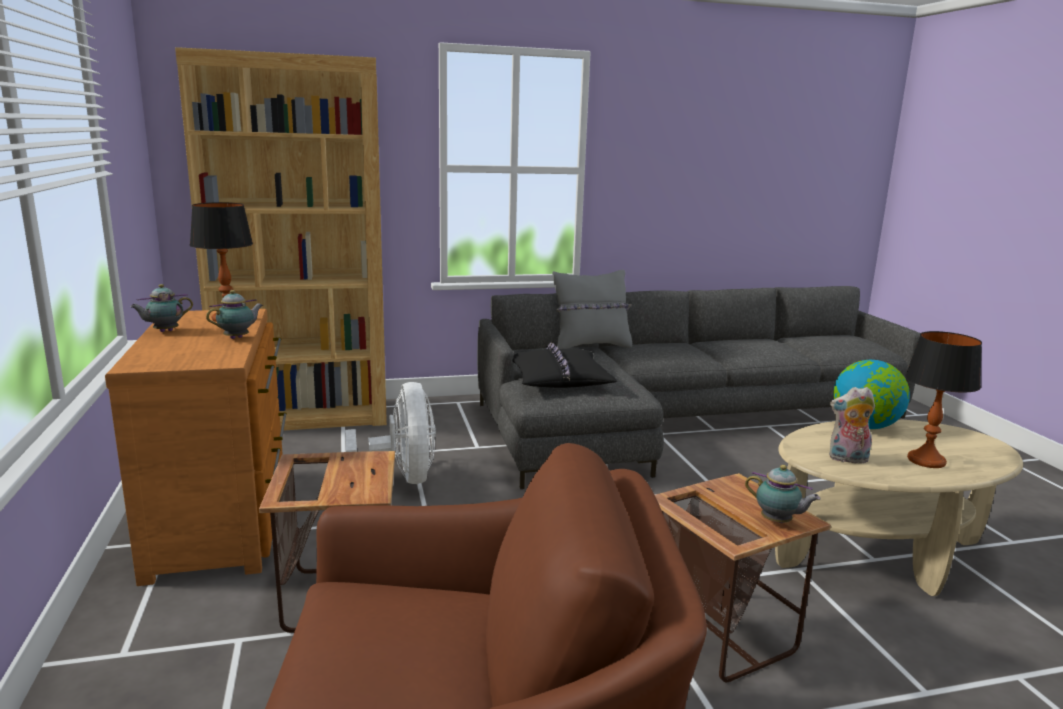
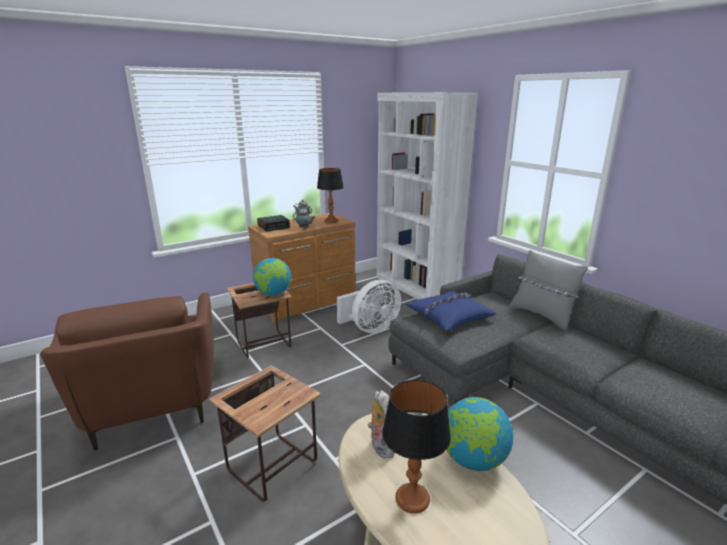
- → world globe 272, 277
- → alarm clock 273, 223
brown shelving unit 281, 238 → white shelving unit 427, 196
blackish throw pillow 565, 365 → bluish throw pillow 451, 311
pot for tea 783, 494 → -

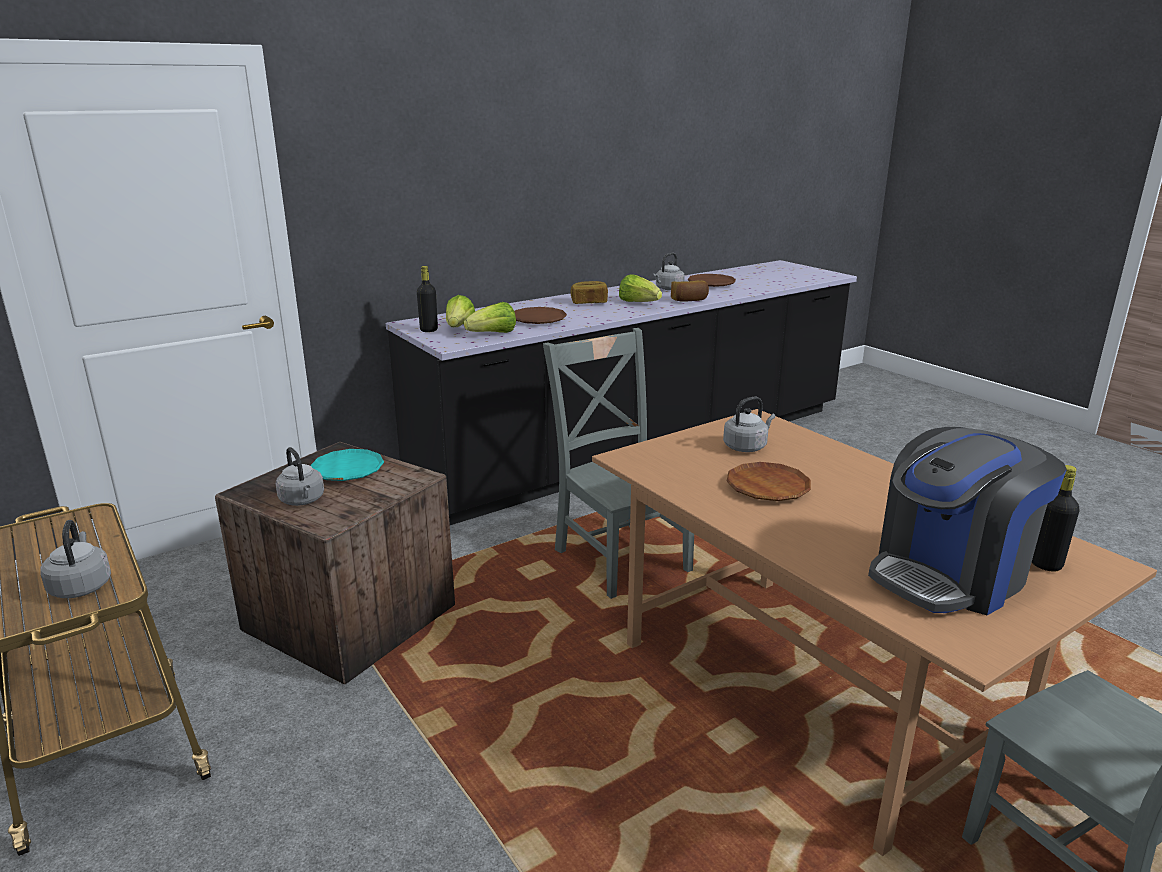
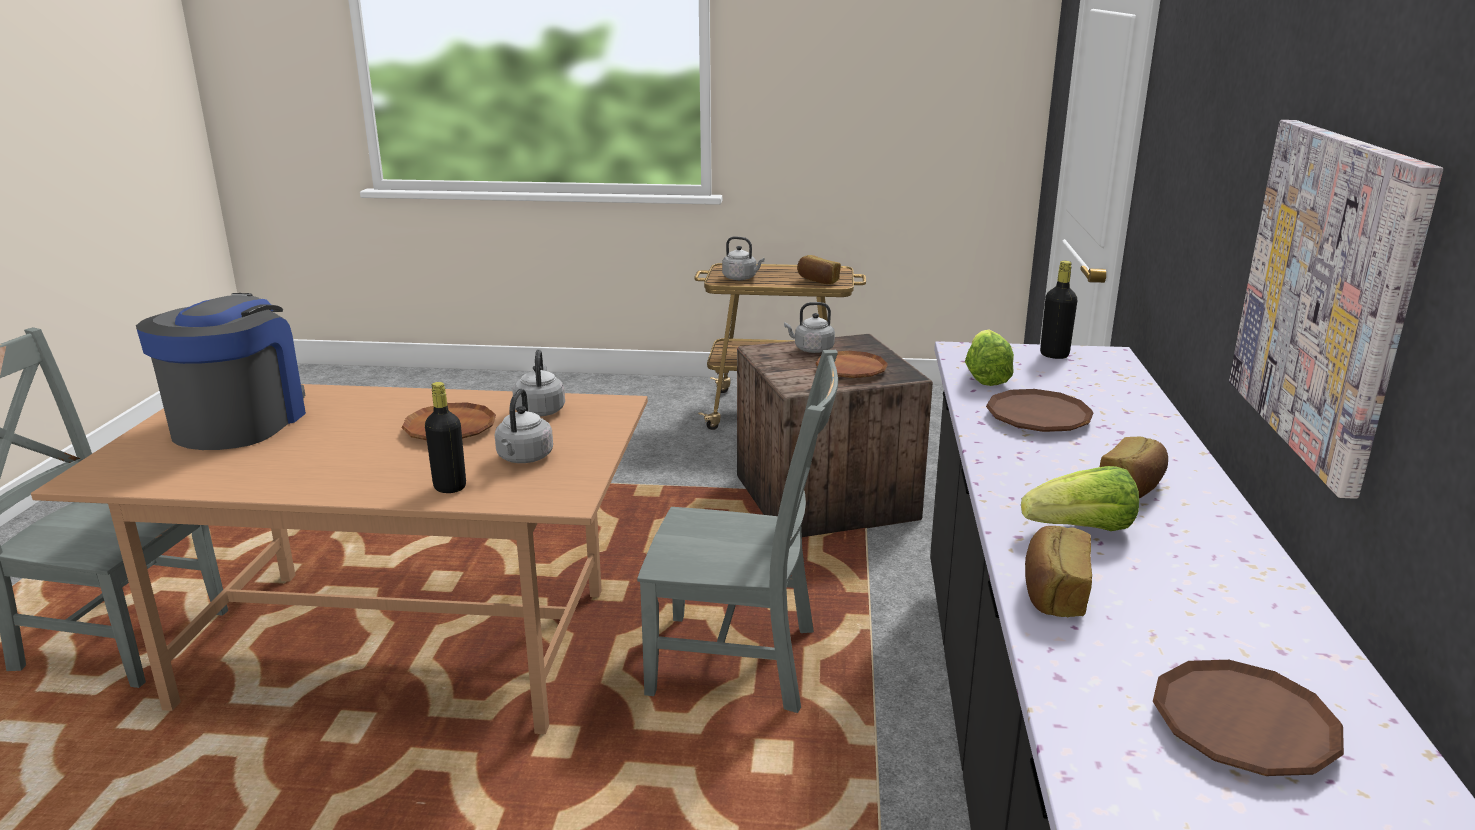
blackish drink bottle 1055, 518 → blackish drink bottle 445, 437, relocated
gray water kettle 669, 271 → gray water kettle 538, 383, relocated
- → bakery bread 819, 269
blue-green dinner plate 347, 465 → brown dinner plate 851, 364
- → wall picture 1336, 309
lettuce head 460, 311 → -

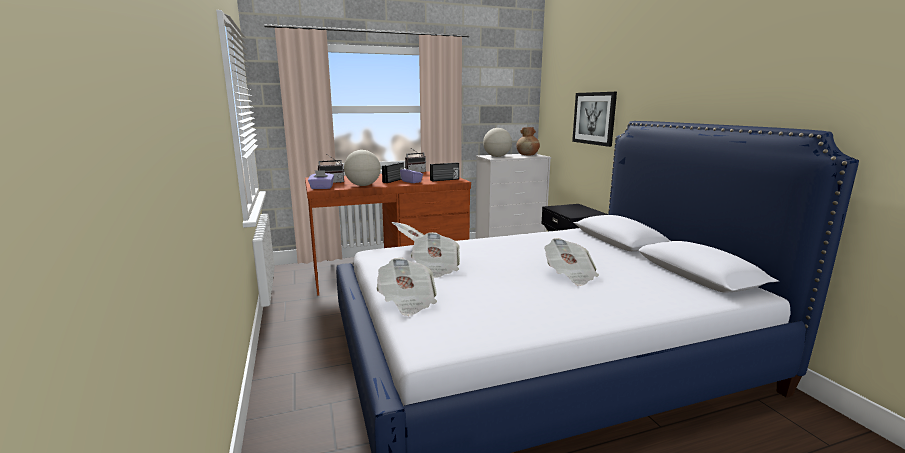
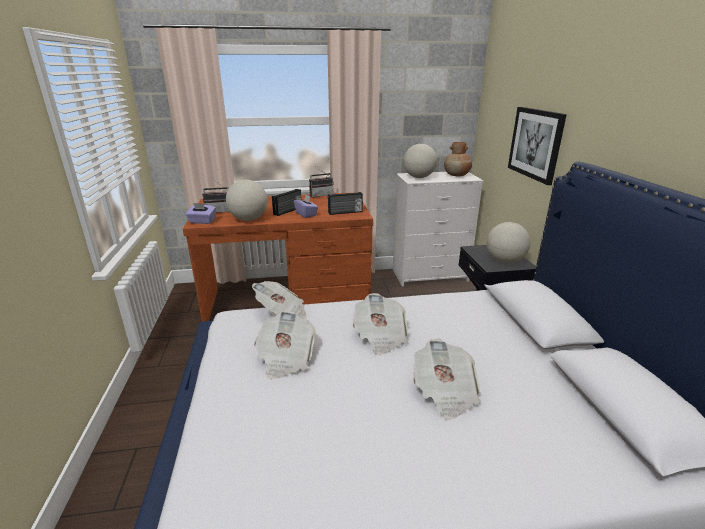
newspaper 407, 287 → newspaper 380, 324, relocated
- → world globe 508, 242

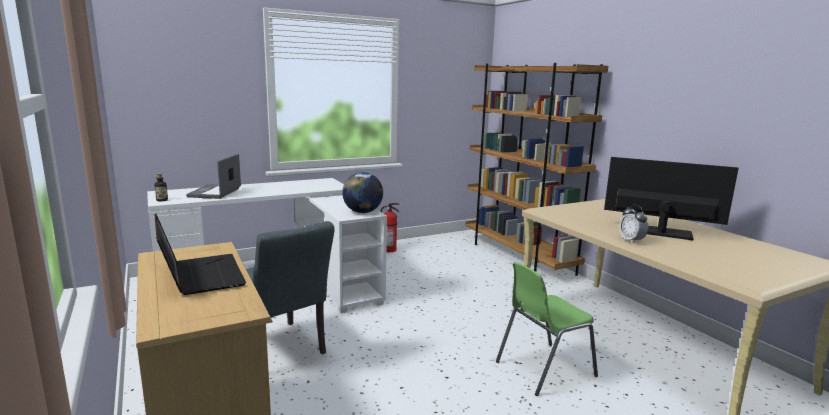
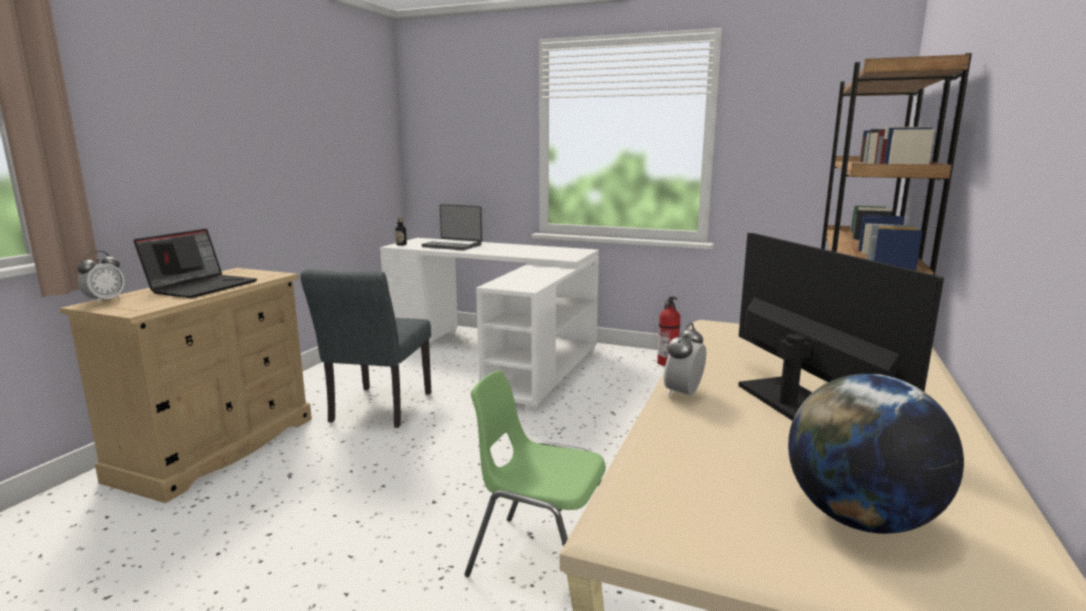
- → alarm clock 101, 277
laptop 213, 176 → laptop 452, 227, 120 degrees counterclockwise
world globe 362, 192 → world globe 876, 454, relocated

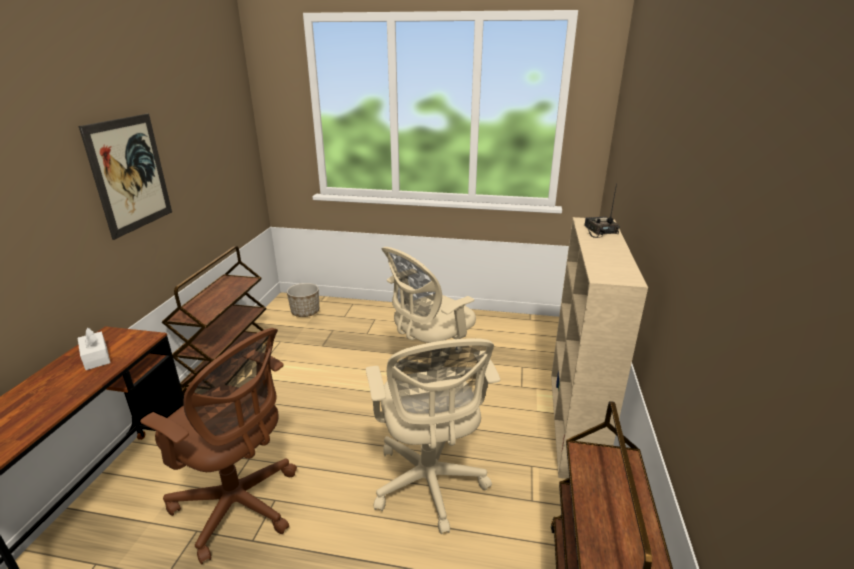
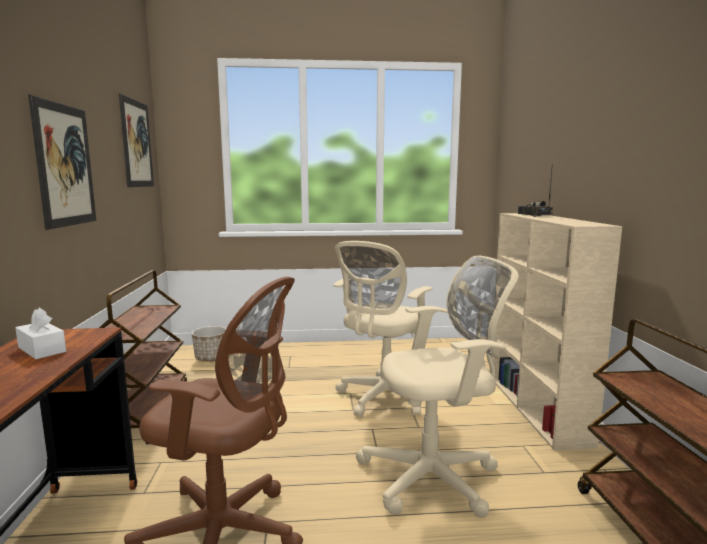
- → wall picture 136, 140
beige-coloured office chair 433, 436 → beige-coloured office chair 437, 387, 75 degrees counterclockwise

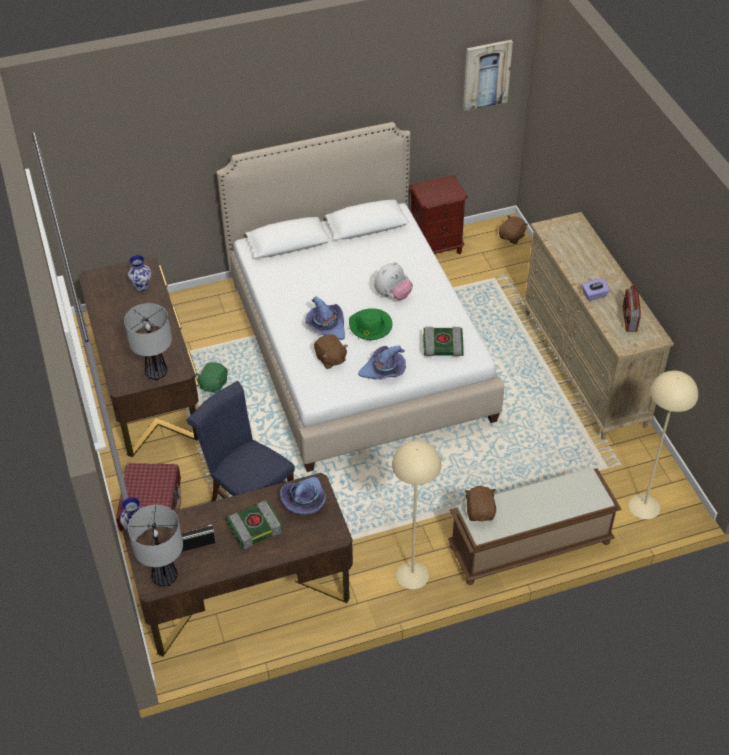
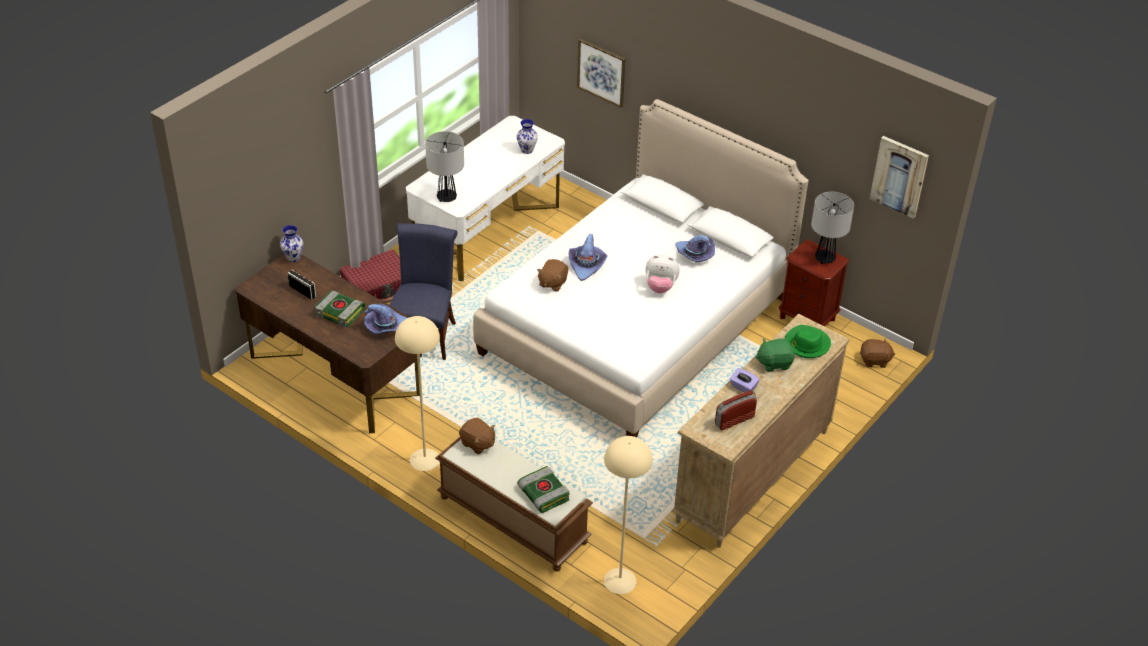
brown desk table 138, 357 → white desk table 485, 198
brown plush toy 480, 503 → brown plush toy 477, 436, 75 degrees clockwise
book 443, 341 → book 543, 489, relocated
- → wall picture 601, 73
purplish clothing hat 382, 362 → purplish clothing hat 695, 248, relocated
green plush toy 212, 377 → green plush toy 775, 355, relocated
green clothing hat 370, 324 → green clothing hat 808, 341, relocated
lamp for a table 155, 545 → lamp for a table 832, 228, relocated

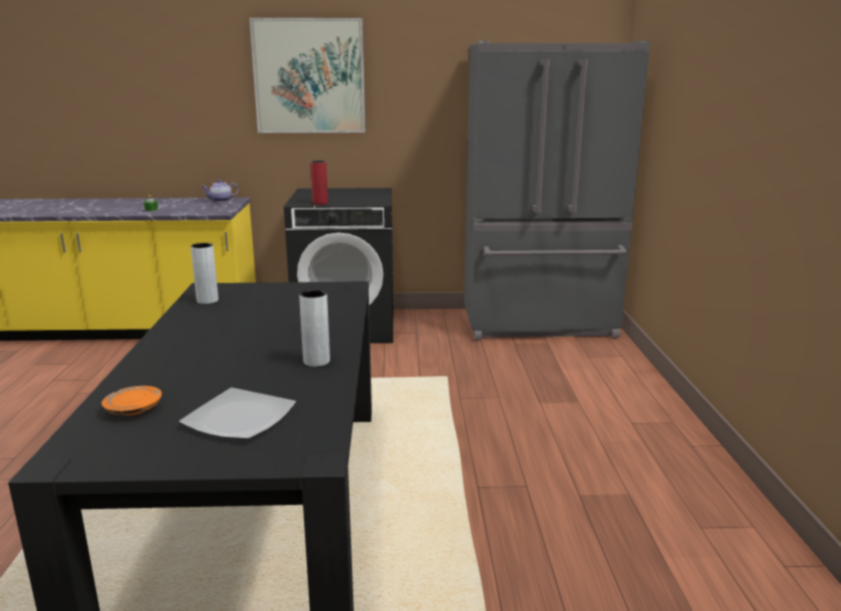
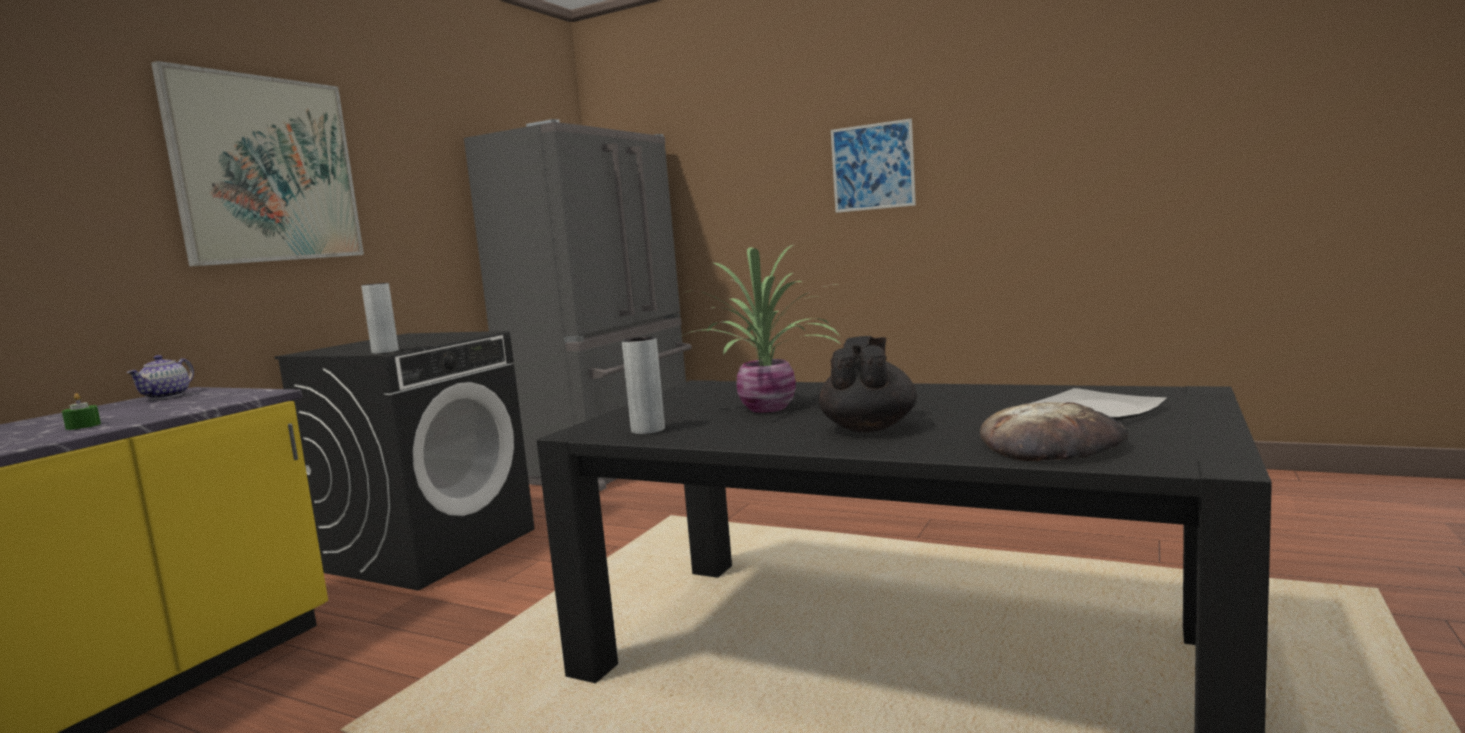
gray vase 314, 328 → gray vase 380, 318, relocated
- → plant in a pot 757, 328
- → blackish pot for tea 868, 384
- → wall picture 873, 165
orange dinner plate 132, 400 → bakery bread 1054, 431
reddish vase 319, 182 → -

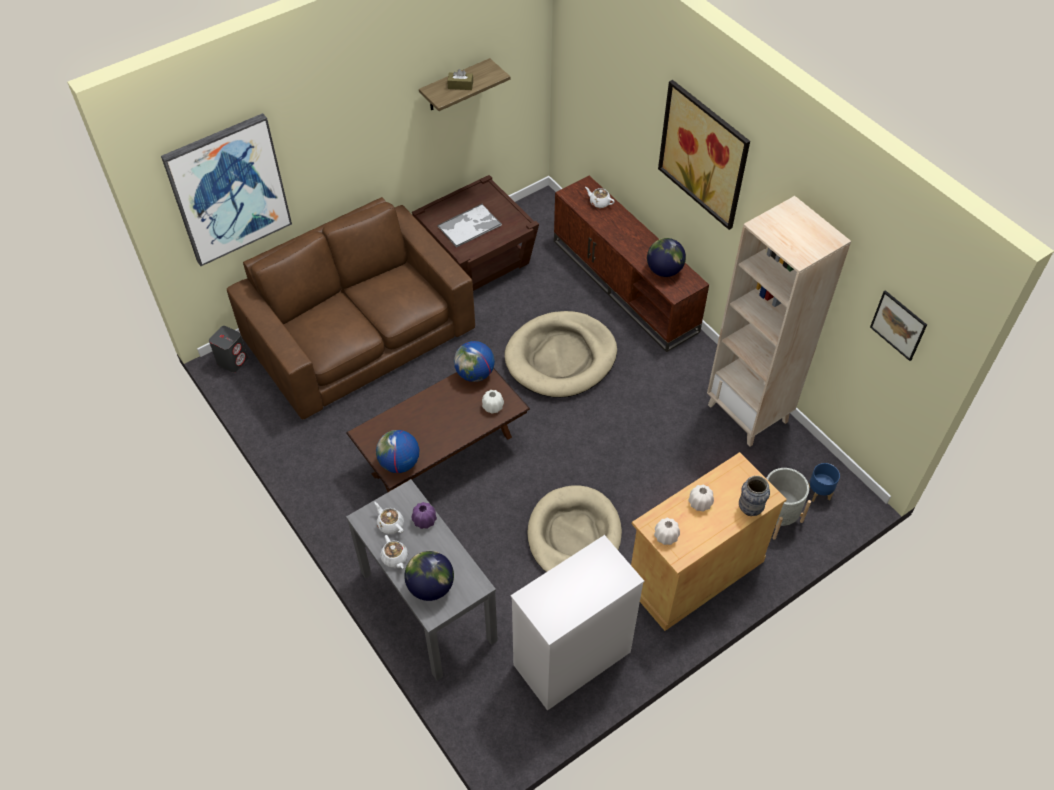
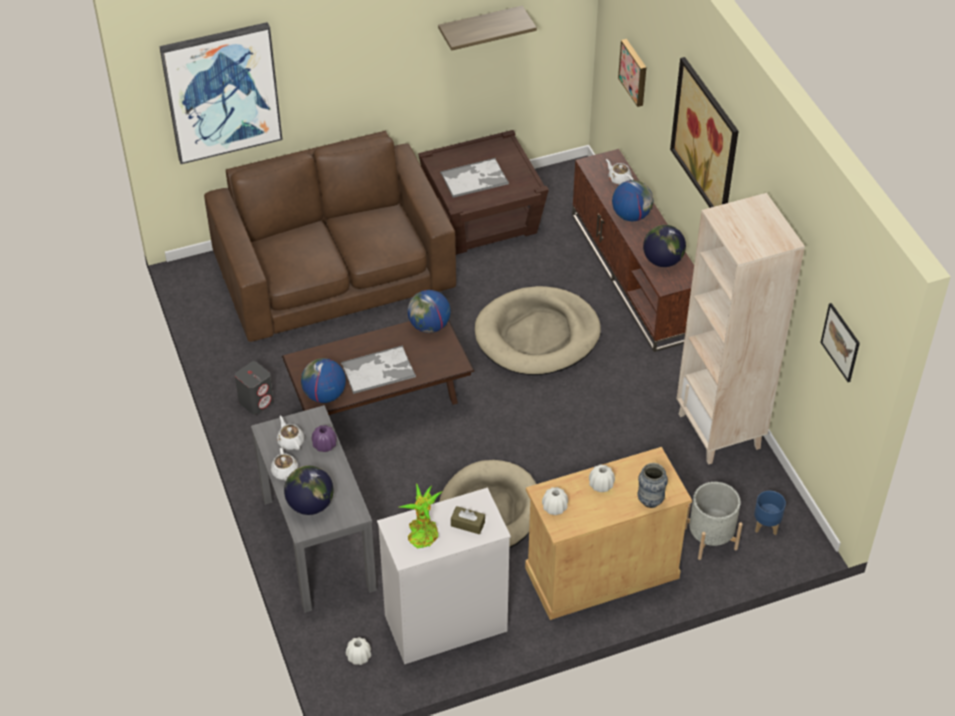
gray speaker 228, 349 → gray speaker 254, 388, relocated
- → serving tray 378, 369
white vase 493, 401 → white vase 358, 651, relocated
- → plant in a pot 421, 516
brown tissue box 460, 79 → brown tissue box 468, 520, relocated
- → world globe 632, 200
- → wall picture 632, 73

